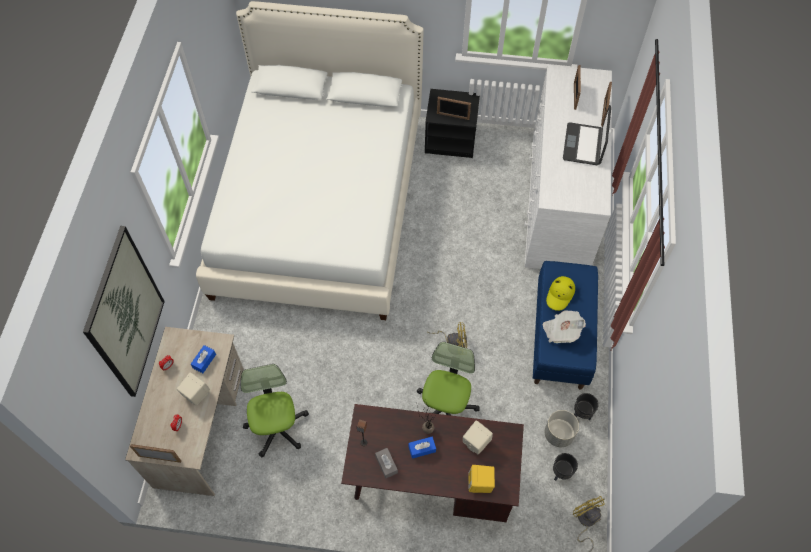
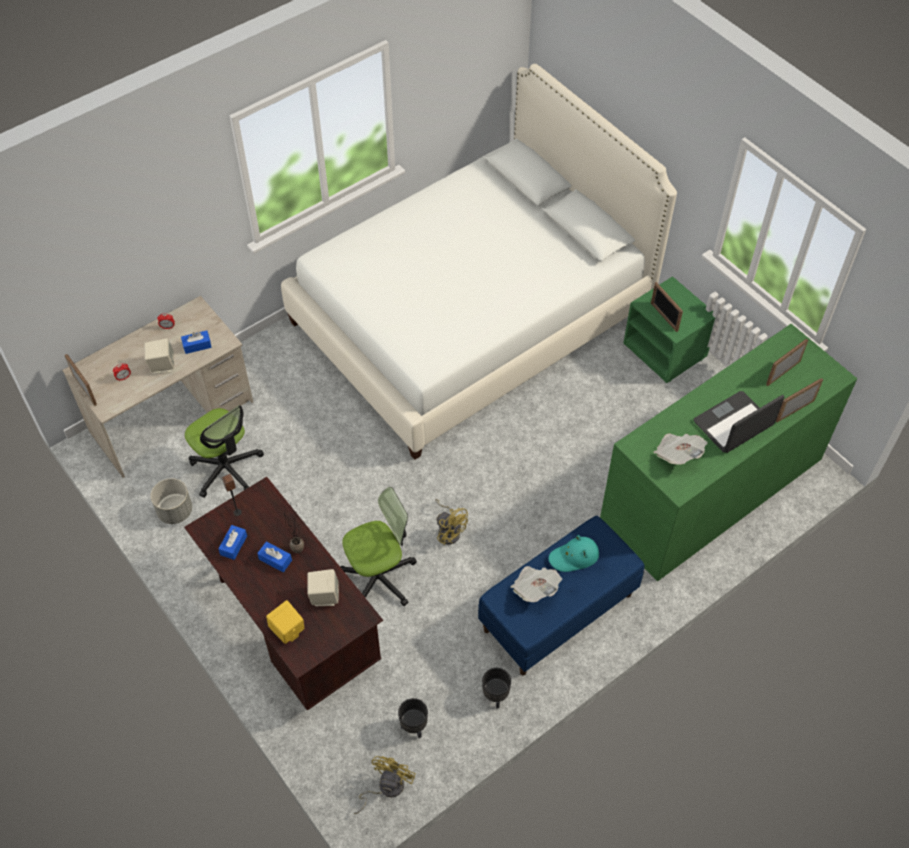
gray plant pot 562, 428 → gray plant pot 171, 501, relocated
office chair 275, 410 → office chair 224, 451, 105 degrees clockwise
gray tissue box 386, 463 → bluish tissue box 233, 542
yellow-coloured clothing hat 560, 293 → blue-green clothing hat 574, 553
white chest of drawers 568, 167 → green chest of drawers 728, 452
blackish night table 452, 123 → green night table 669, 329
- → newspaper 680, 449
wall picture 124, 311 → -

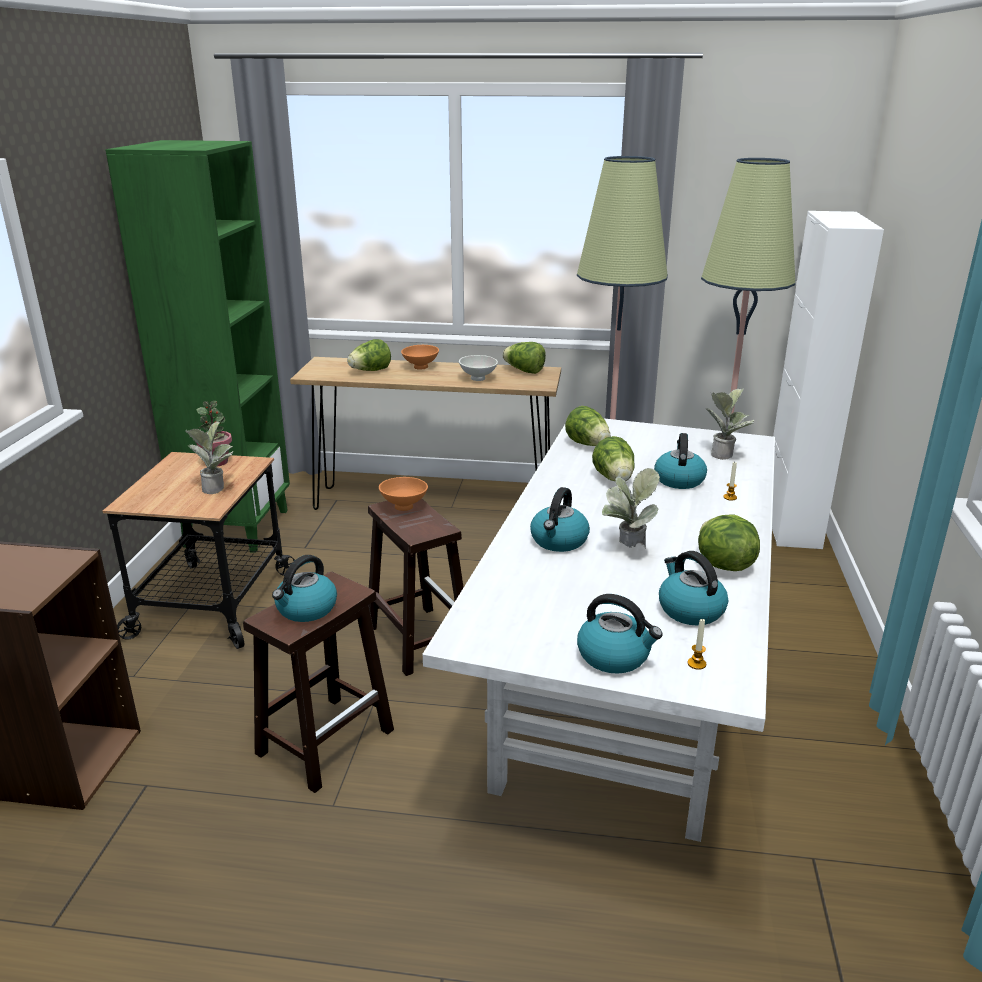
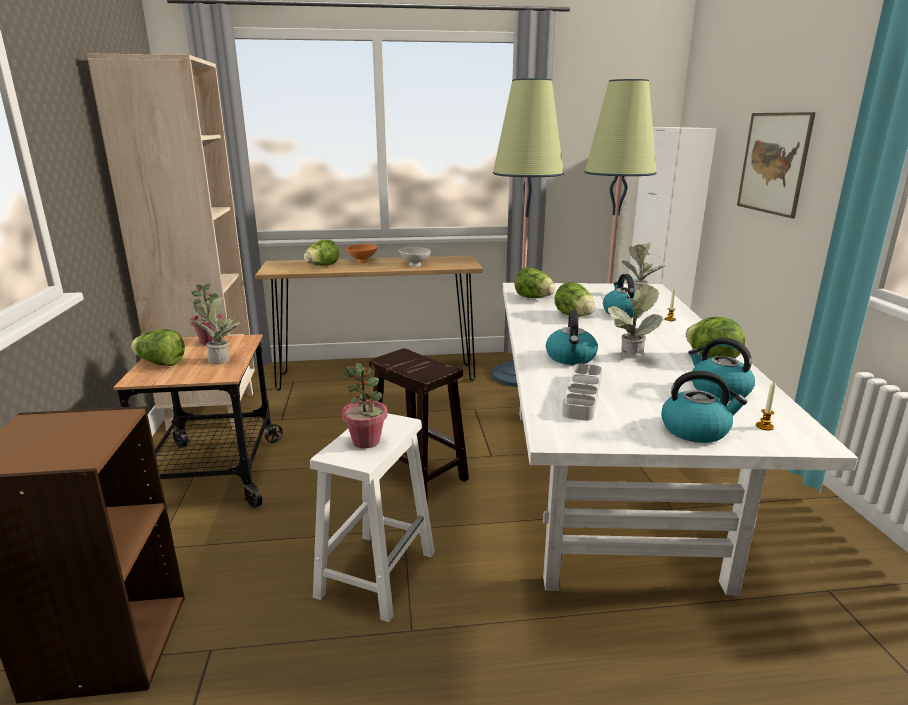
green shelving unit 197, 346 → beige-coloured shelving unit 171, 242
lettuce head 524, 358 → lettuce head 158, 347, relocated
brown stool seat 318, 682 → white stool seat 372, 517
water kettle 304, 588 → plant in a pot 364, 406
- → gray serving tray 582, 392
- → wall picture 776, 165
orange deep dish 403, 494 → -

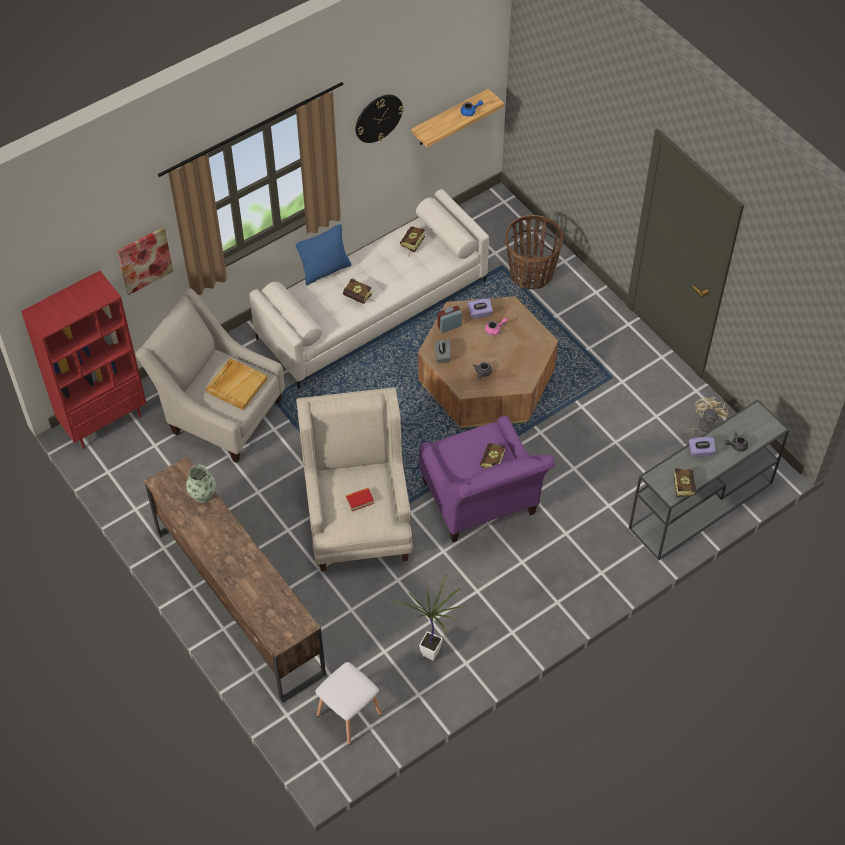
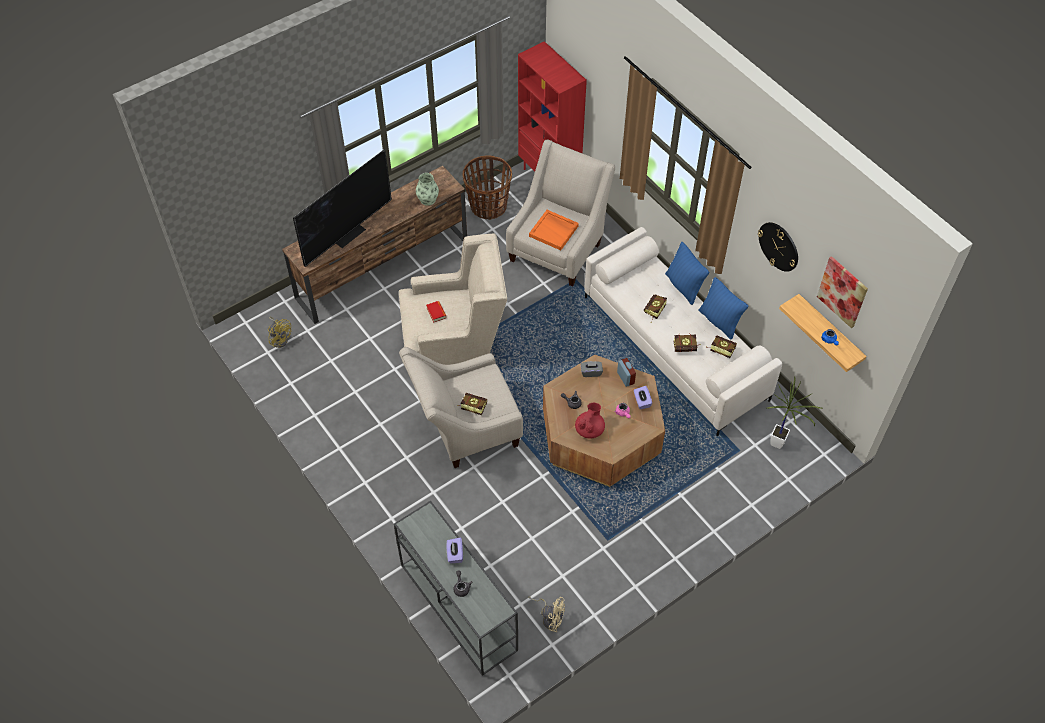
white stool seat 348, 703 → yellow-coloured fan 279, 332
- → television 342, 208
purplish armchair 487, 479 → beige-coloured armchair 461, 407
storage basket 534, 252 → storage basket 487, 188, relocated
beige-coloured serving tray 237, 384 → orange serving tray 554, 230
- → reddish pot for tea 590, 421
book 685, 483 → book 687, 342, relocated
- → bluish throw pillow 723, 308
plant in a pot 430, 618 → plant in a pot 794, 412, relocated
wall picture 145, 261 → wall picture 842, 292, relocated

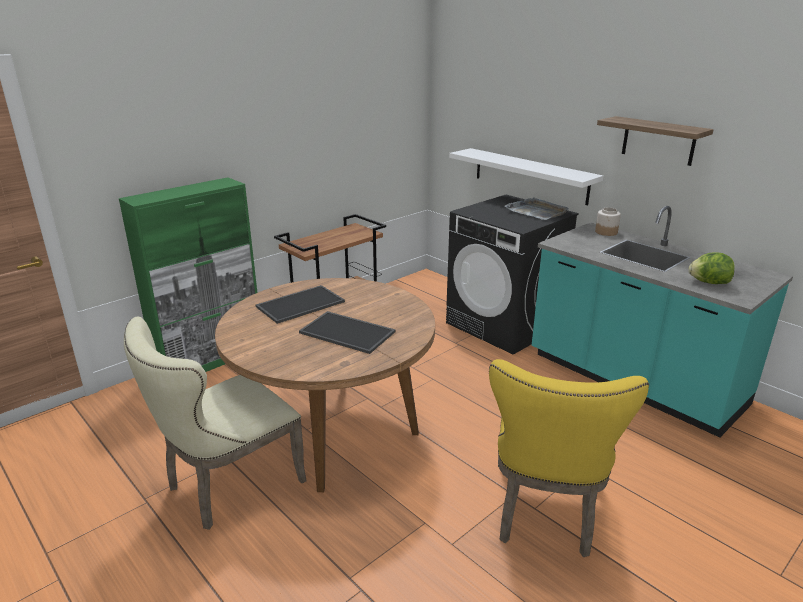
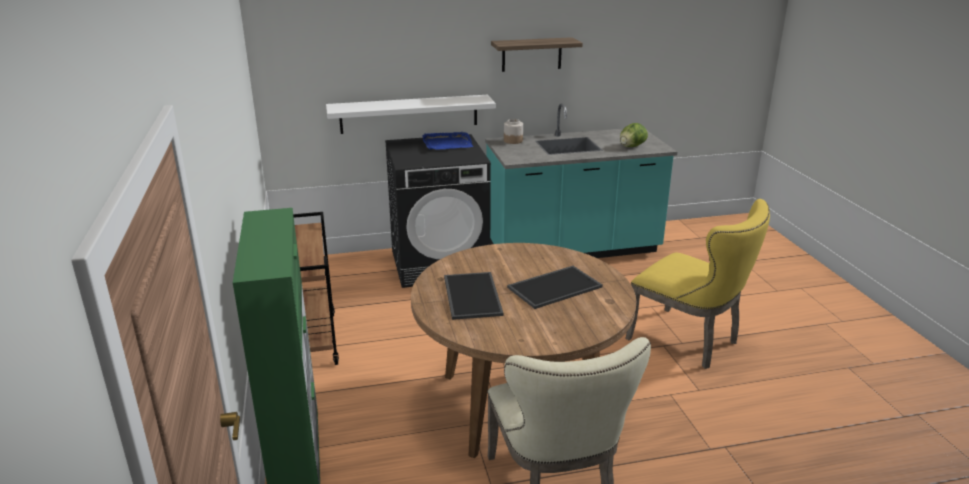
gray serving tray 536, 208 → bluish serving tray 447, 141

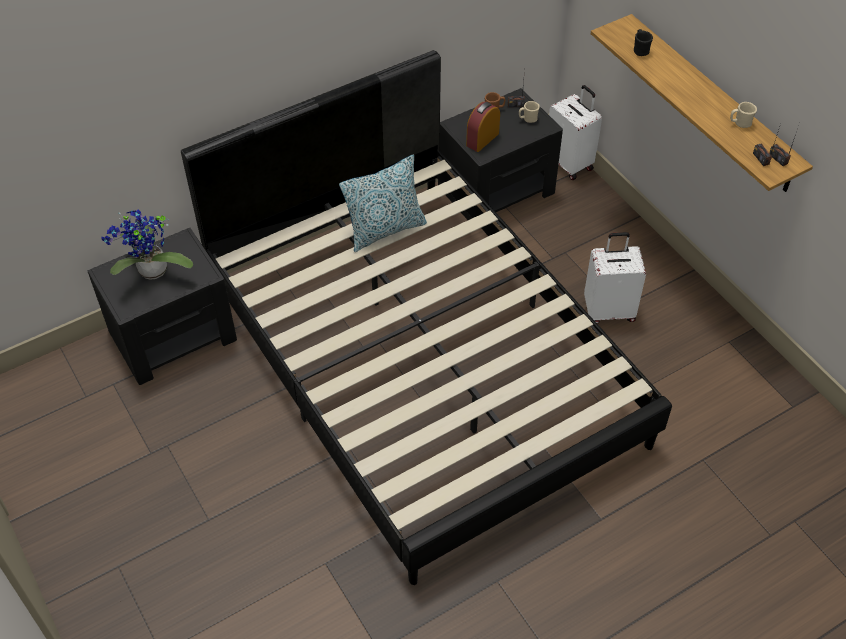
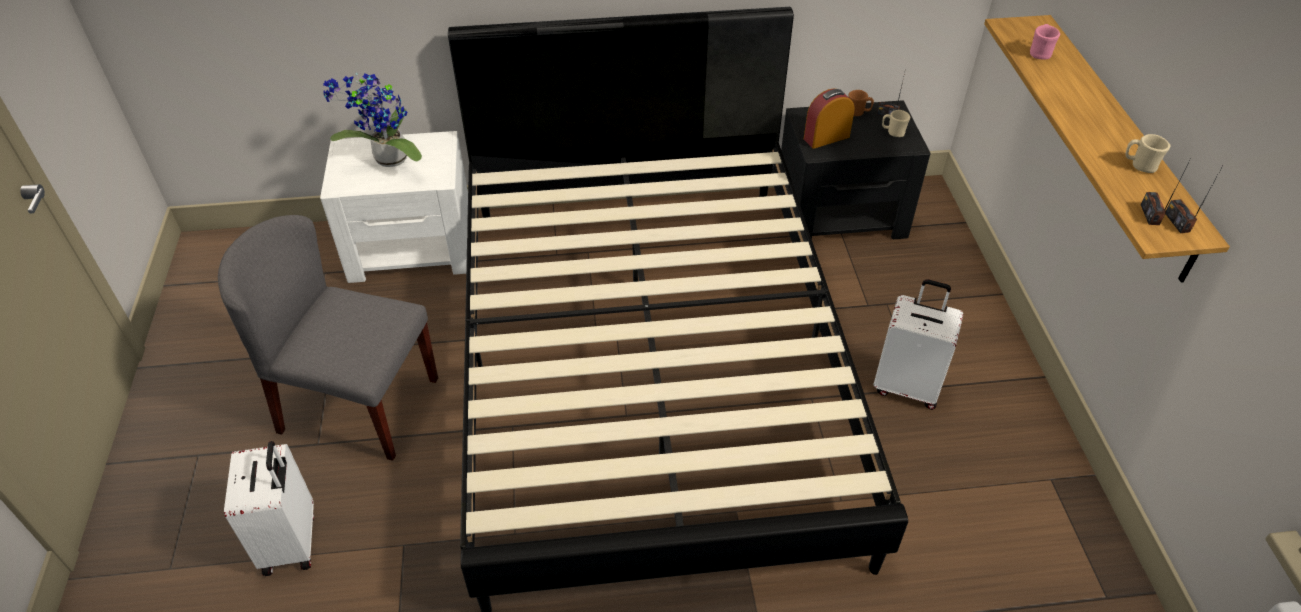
- → gray plain chair 328, 338
white suitcase 575, 132 → white suitcase 269, 508, relocated
blackish night table 162, 306 → white night table 394, 207
blackish tea mug 643, 42 → pinkish tea mug 1045, 42
throw pillow 383, 203 → -

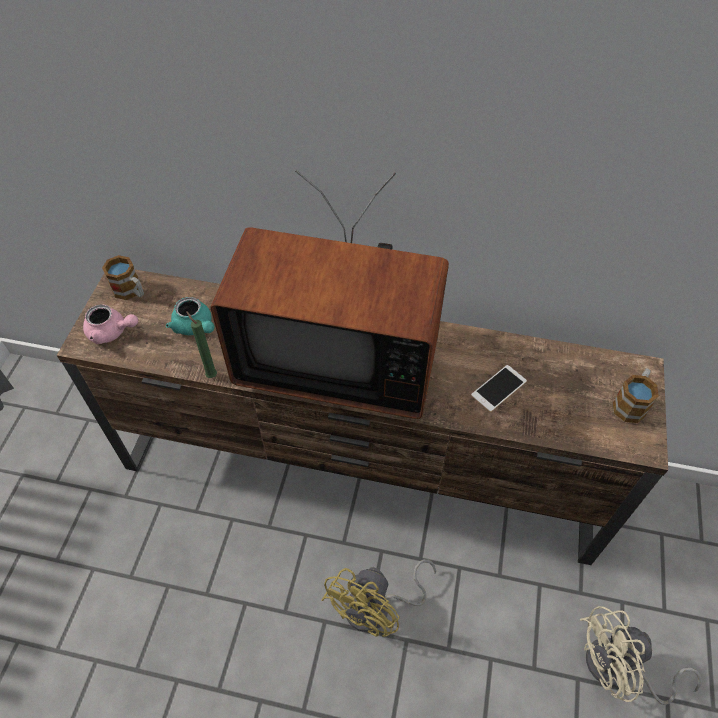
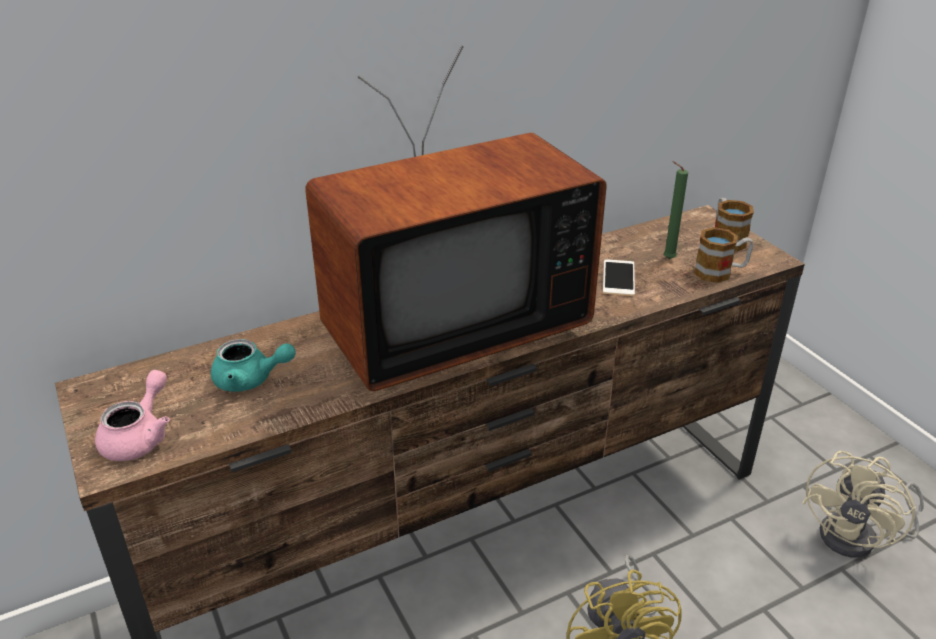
pinkish pot for tea 110, 324 → pinkish pot for tea 132, 415, 45 degrees counterclockwise
green wax light 201, 344 → green wax light 675, 210, relocated
tea mug 123, 277 → tea mug 723, 255, relocated

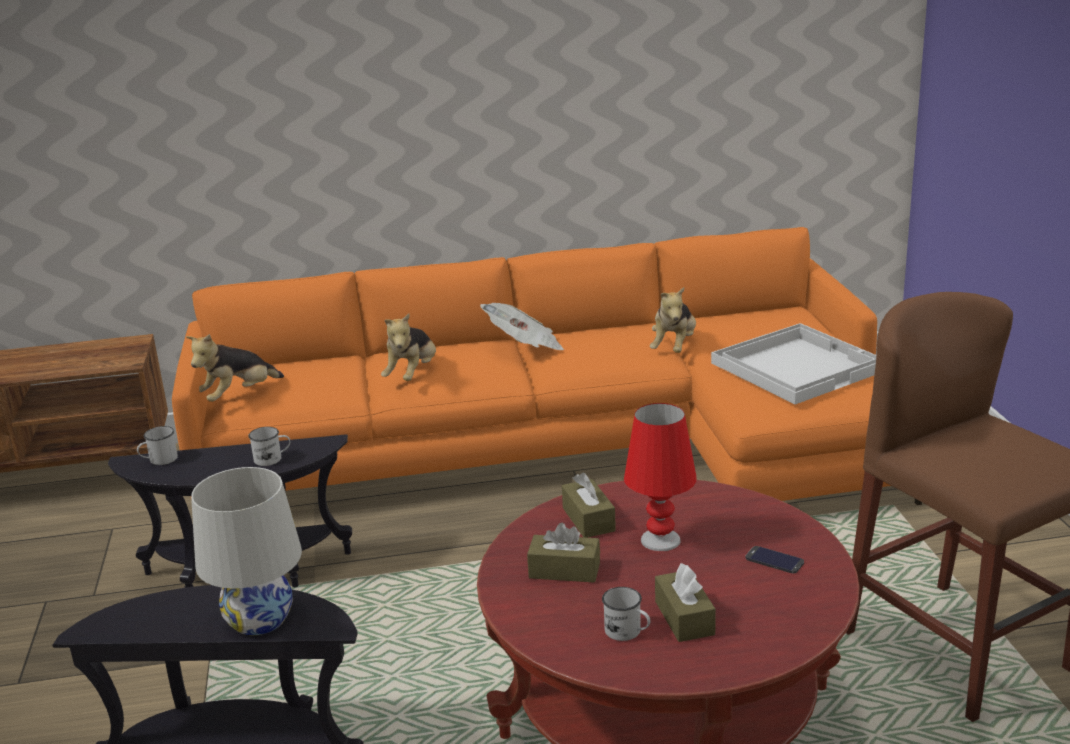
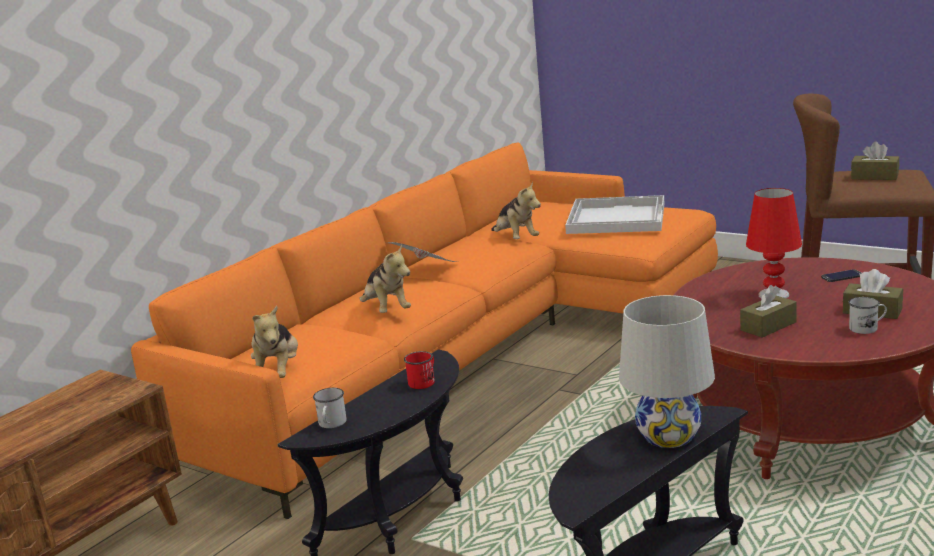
white tea mug 269, 446 → reddish tea mug 419, 370
brown tissue box 589, 505 → brown tissue box 875, 160, relocated

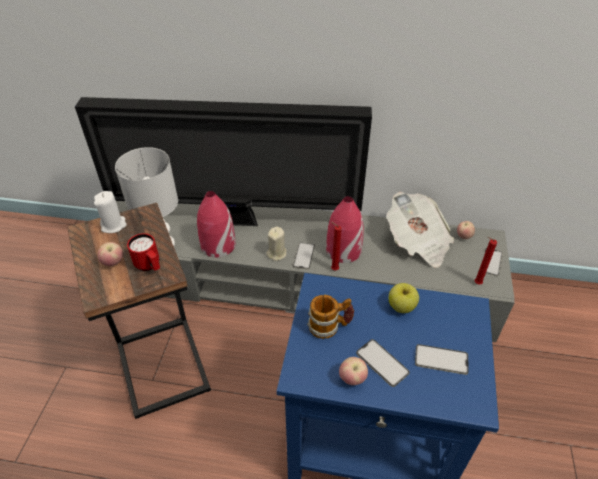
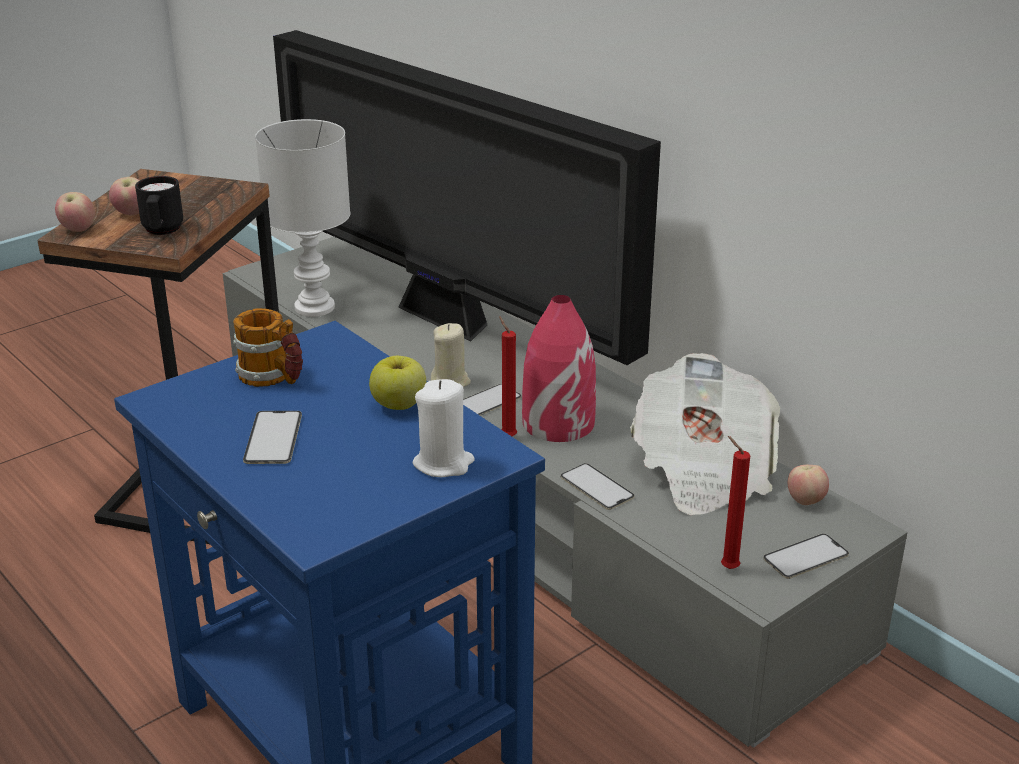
whole apple 353, 371 → whole apple 75, 212, relocated
reddish tea mug 143, 252 → blackish tea mug 159, 205
white wax light 110, 212 → white wax light 444, 428, relocated
telephone 442, 359 → telephone 597, 486, relocated
reddish vase 216, 224 → -

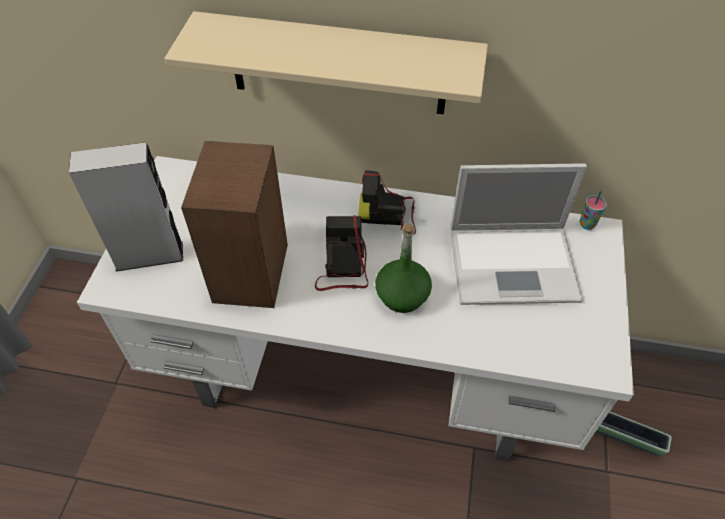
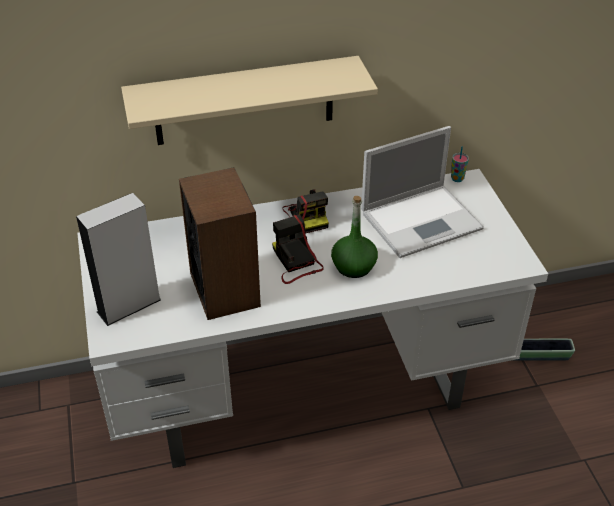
still camera 387, 202 → still camera 305, 211, 90 degrees counterclockwise

